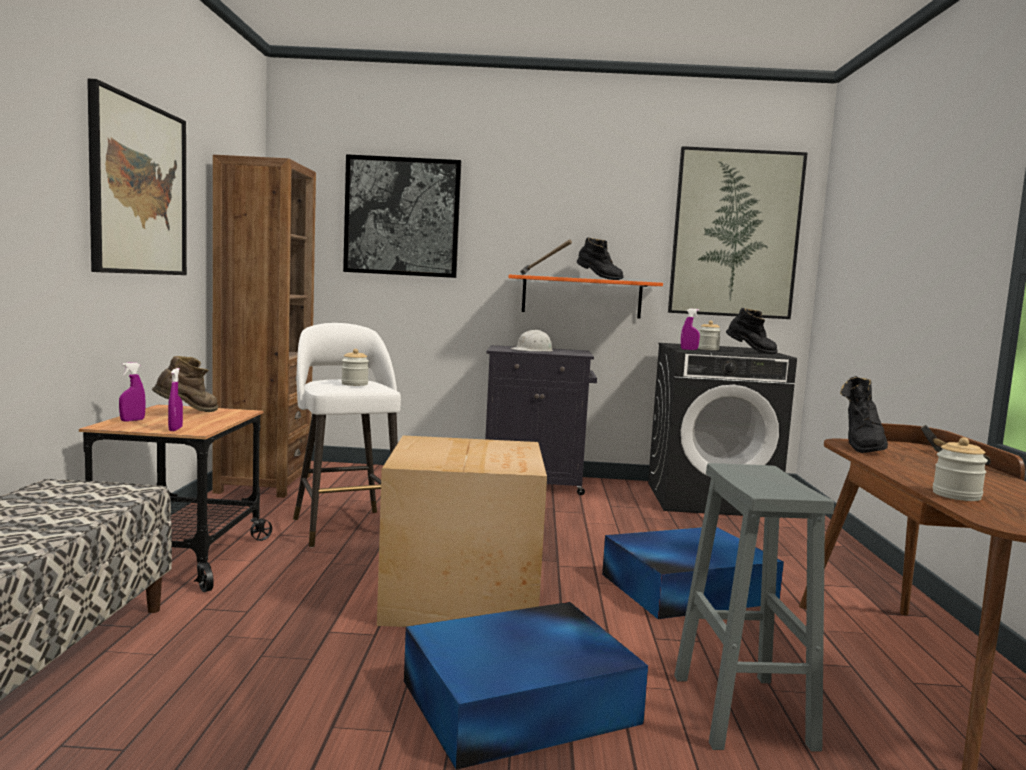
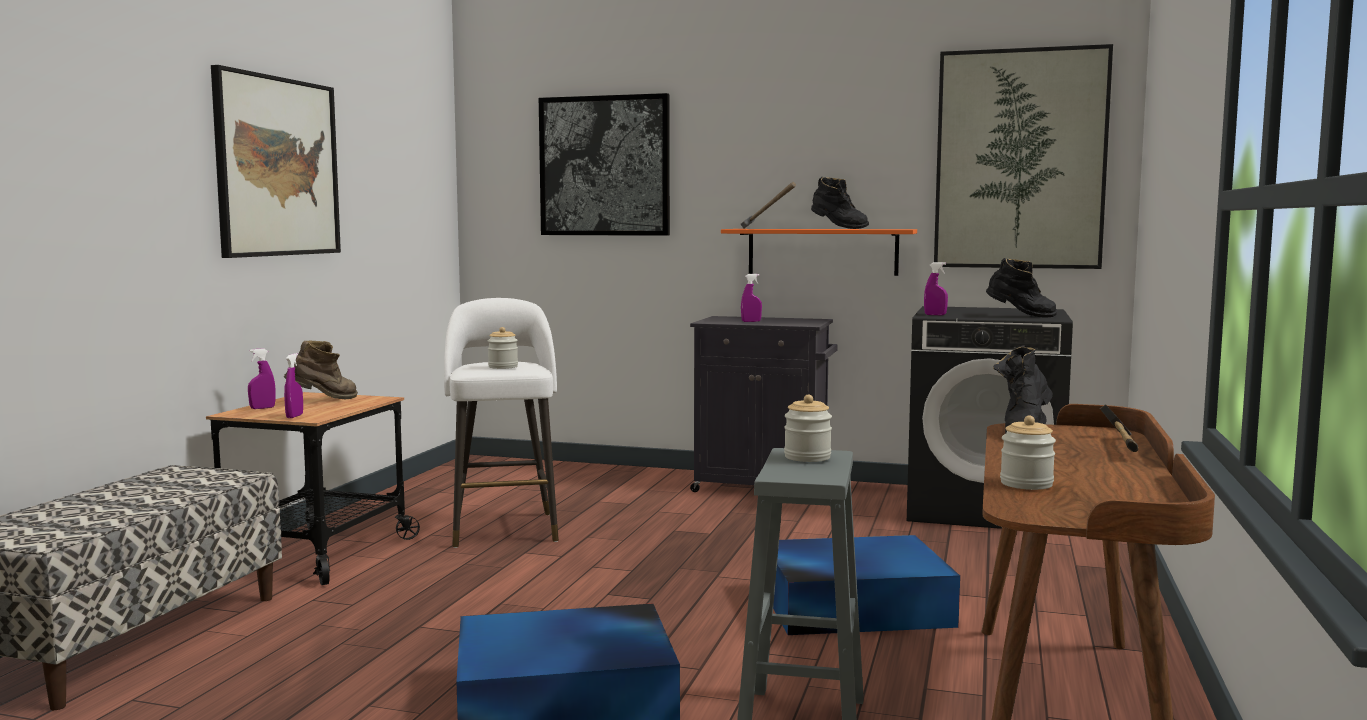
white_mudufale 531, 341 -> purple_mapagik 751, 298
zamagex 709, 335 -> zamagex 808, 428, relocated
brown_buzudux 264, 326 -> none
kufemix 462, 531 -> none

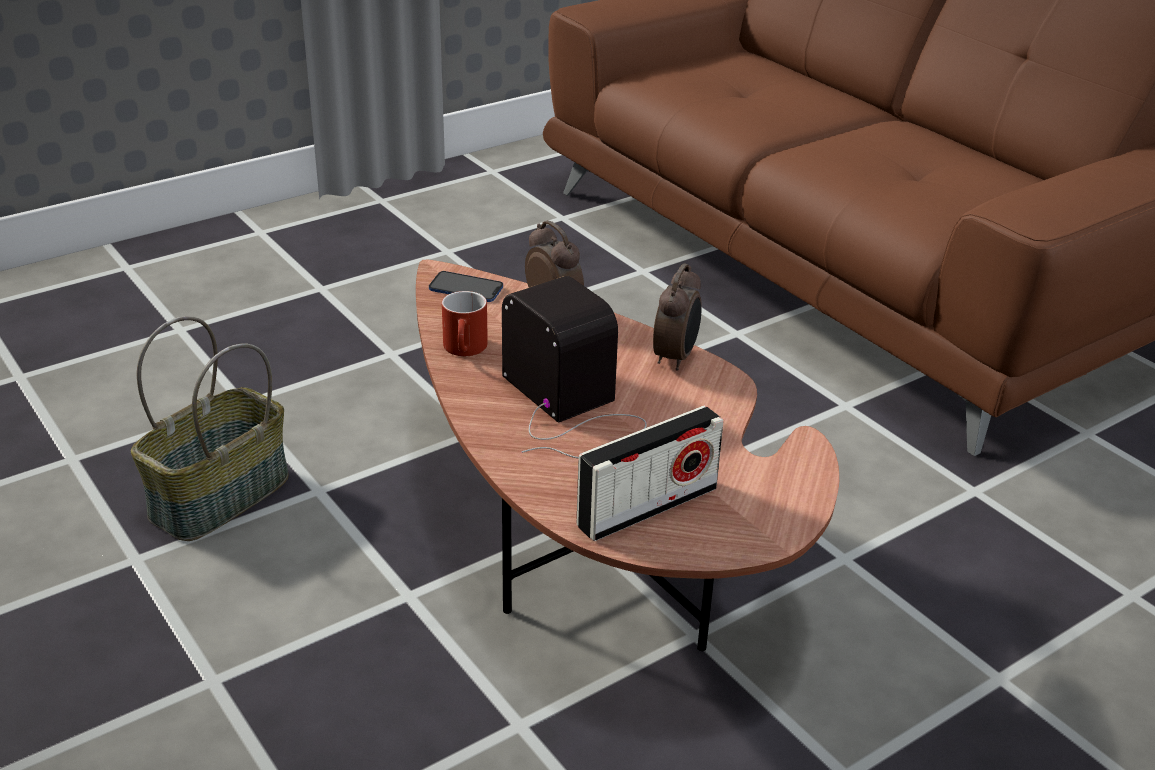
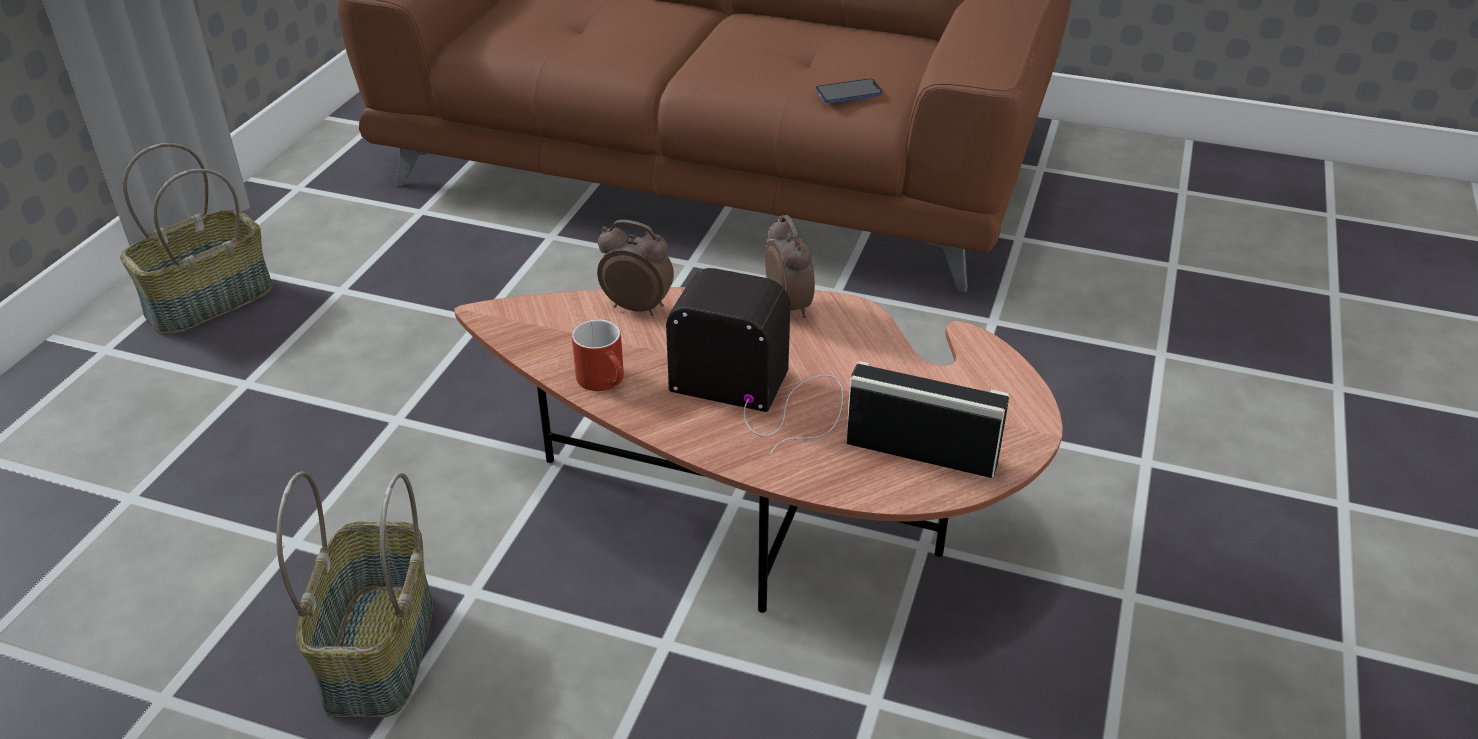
none -> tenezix 196, 239
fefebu 466, 286 -> fefebu 849, 90, relocated
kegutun 650, 473 -> kegutun 928, 419, 90 degrees counterclockwise

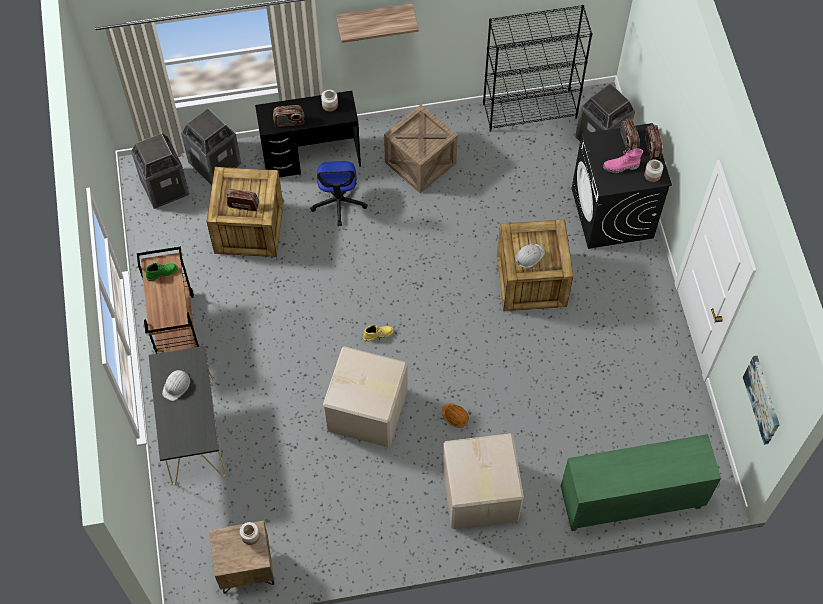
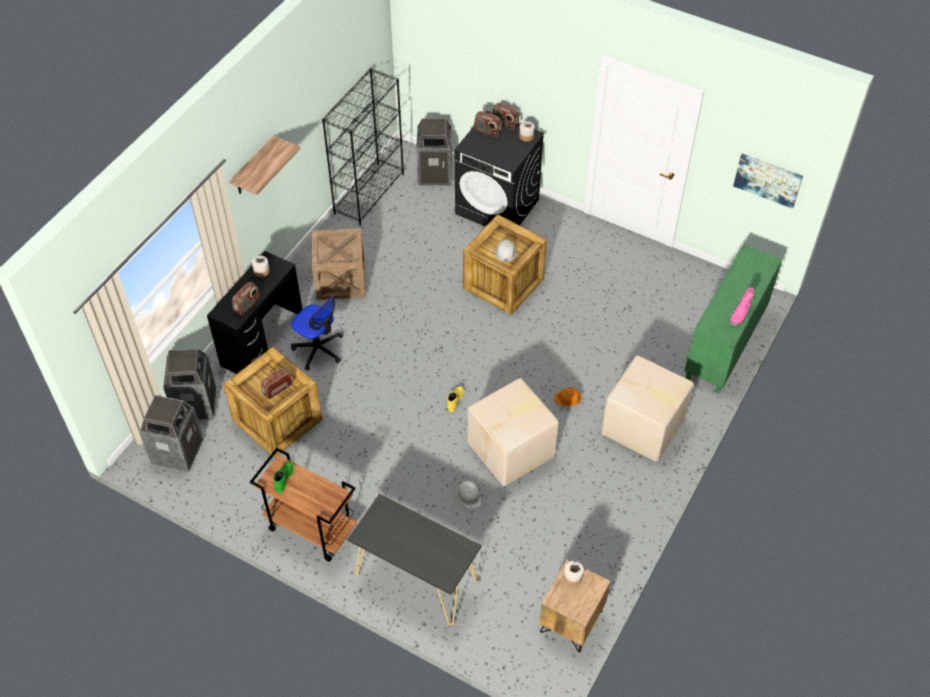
white_mudufale 176, 385 -> white_mudufale 469, 495, relocated
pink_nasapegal 623, 161 -> pink_nasapegal 741, 306, relocated

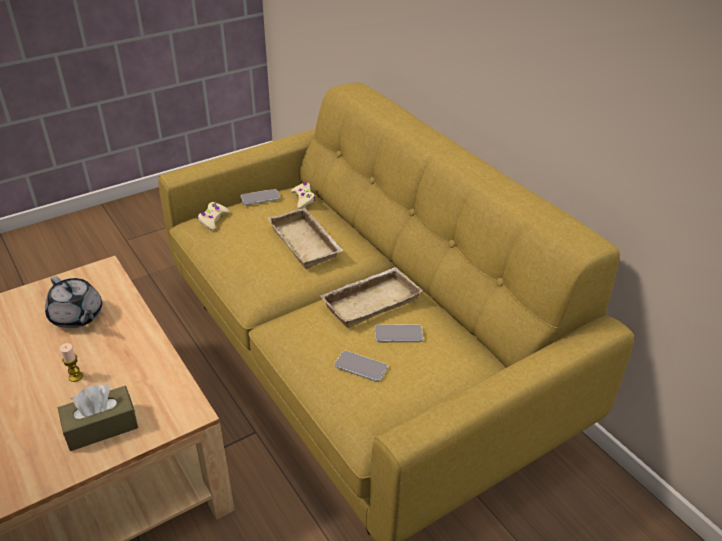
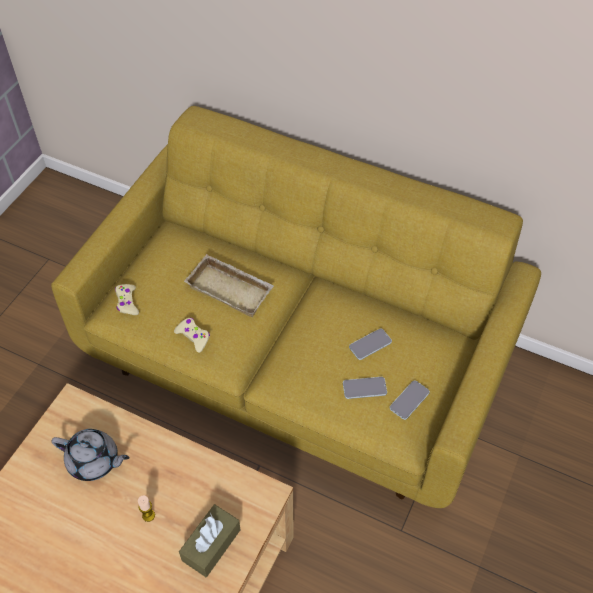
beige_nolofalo 303, 195 -> beige_nolofalo 192, 335, relocated
fefebu 260, 197 -> fefebu 410, 400, relocated
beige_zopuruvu 371, 297 -> none

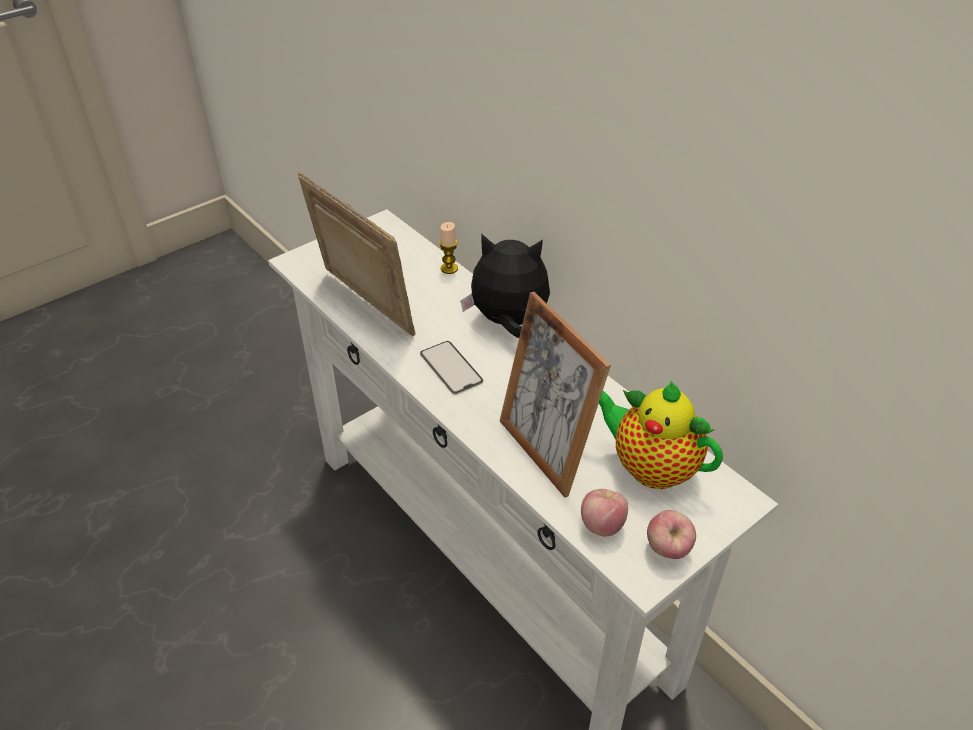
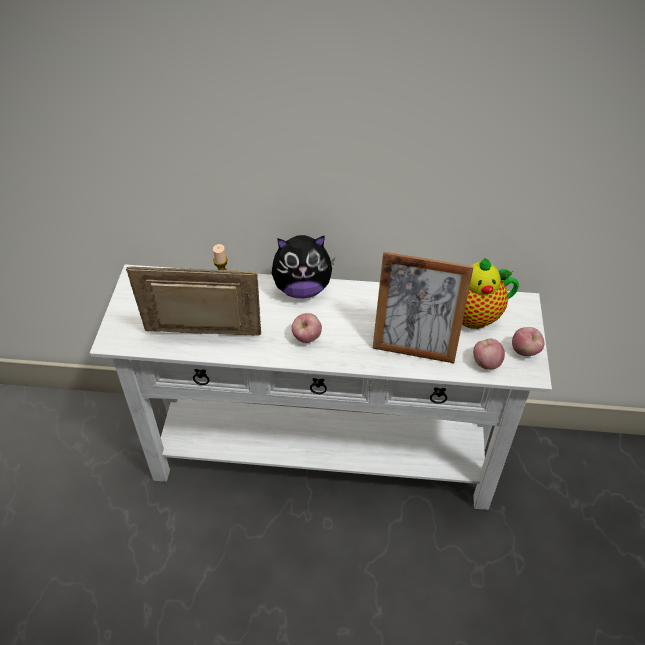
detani 505, 286 -> detani 303, 267, 150 degrees counterclockwise
fefebu 451, 368 -> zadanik 306, 328

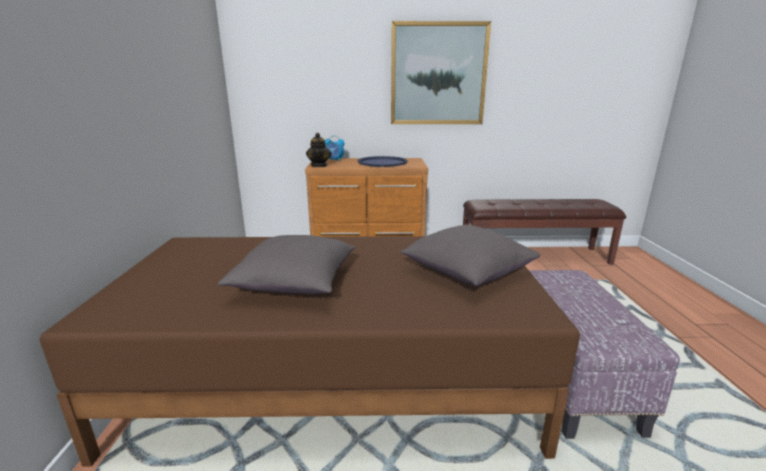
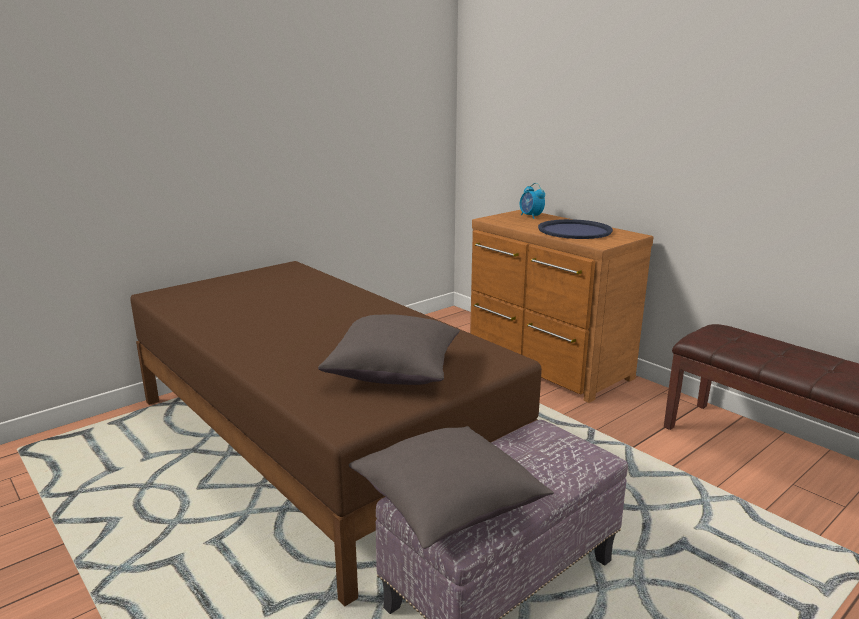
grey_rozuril 286, 265 -> grey_rozuril 451, 487, relocated
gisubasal 318, 150 -> none
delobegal 441, 72 -> none

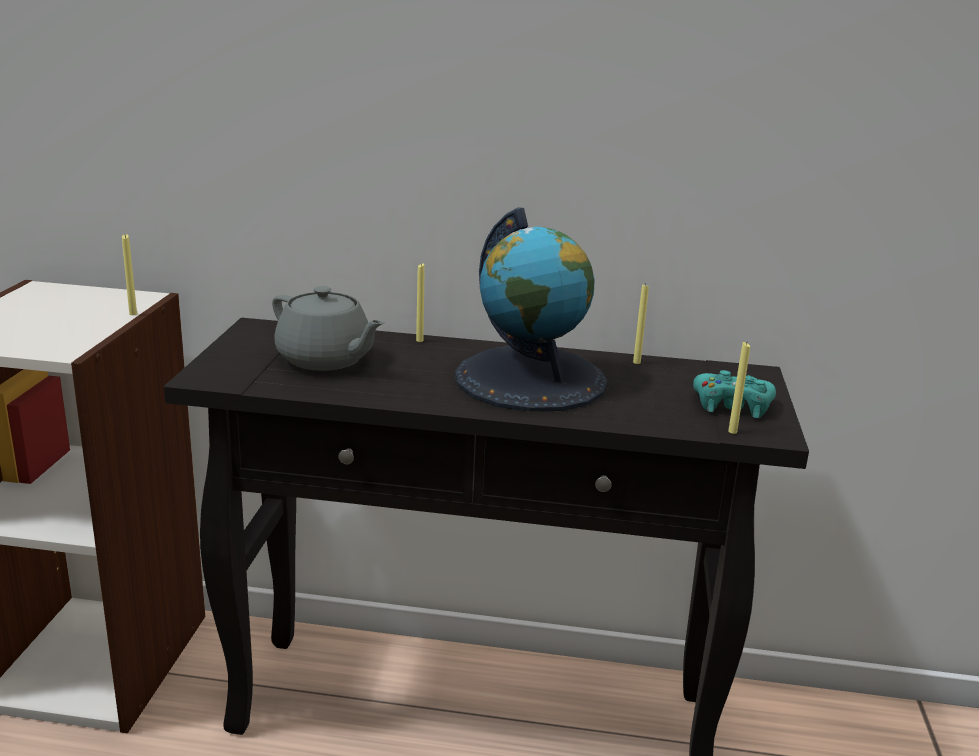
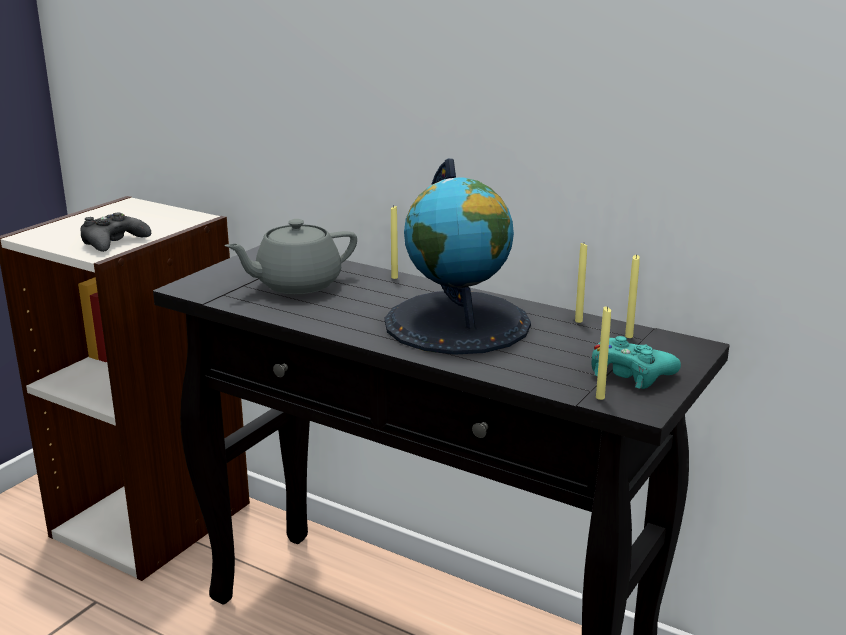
none -> black_nolofalo 115, 232
grey_gisubasal 328, 328 -> grey_gisubasal 290, 256, 90 degrees clockwise
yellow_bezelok 129, 274 -> yellow_bezelok 632, 296, relocated

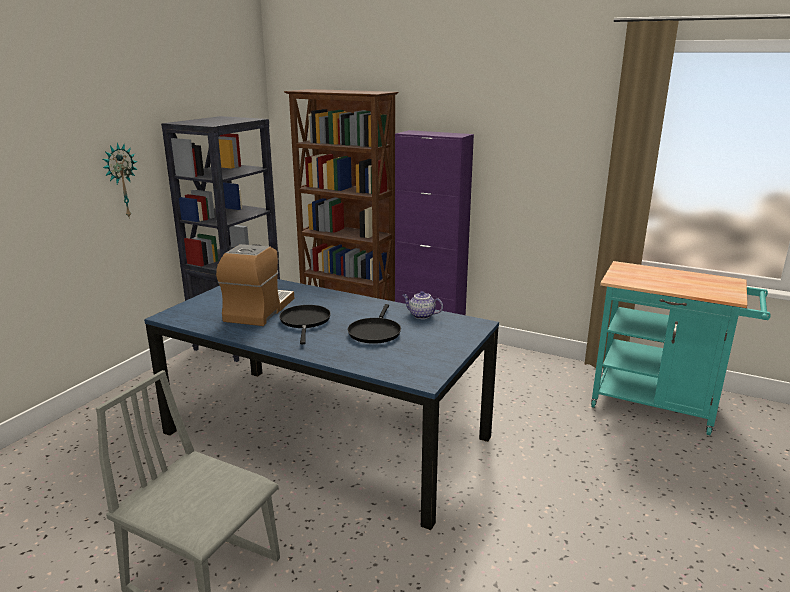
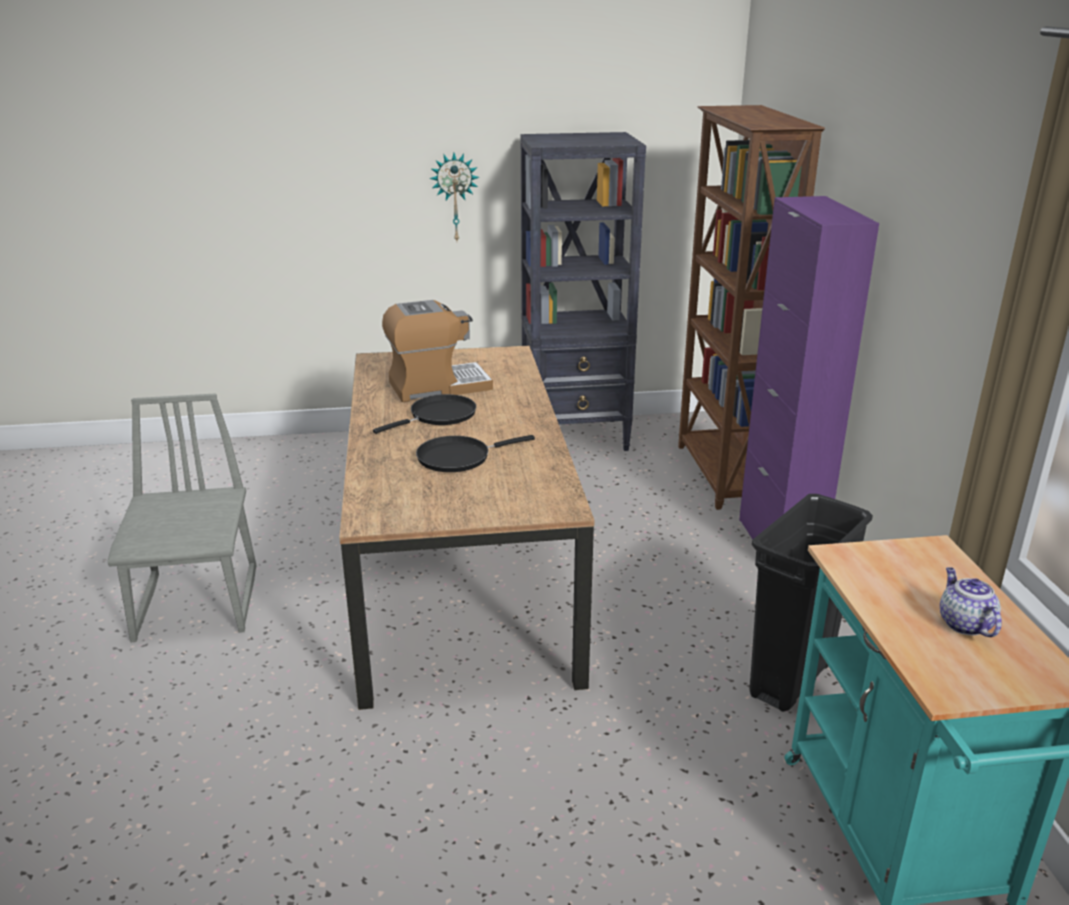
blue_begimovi 321, 404 -> brown_begimovi 467, 528
none -> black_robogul 811, 603
gisubasal 422, 305 -> gisubasal 971, 602, relocated

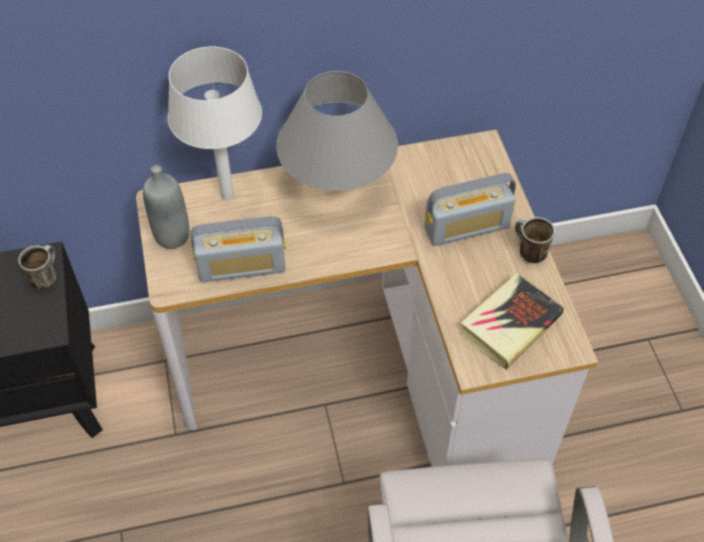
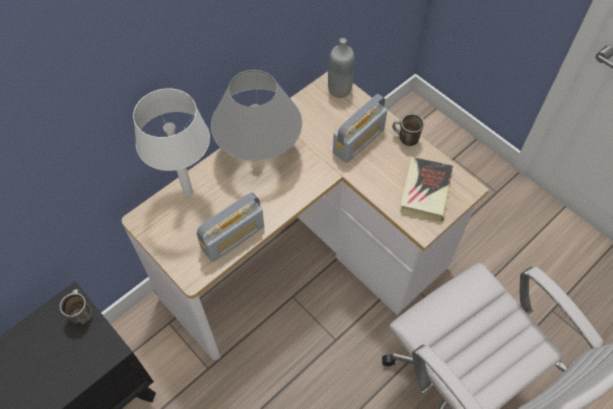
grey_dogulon 166, 207 -> grey_dogulon 341, 68, relocated

